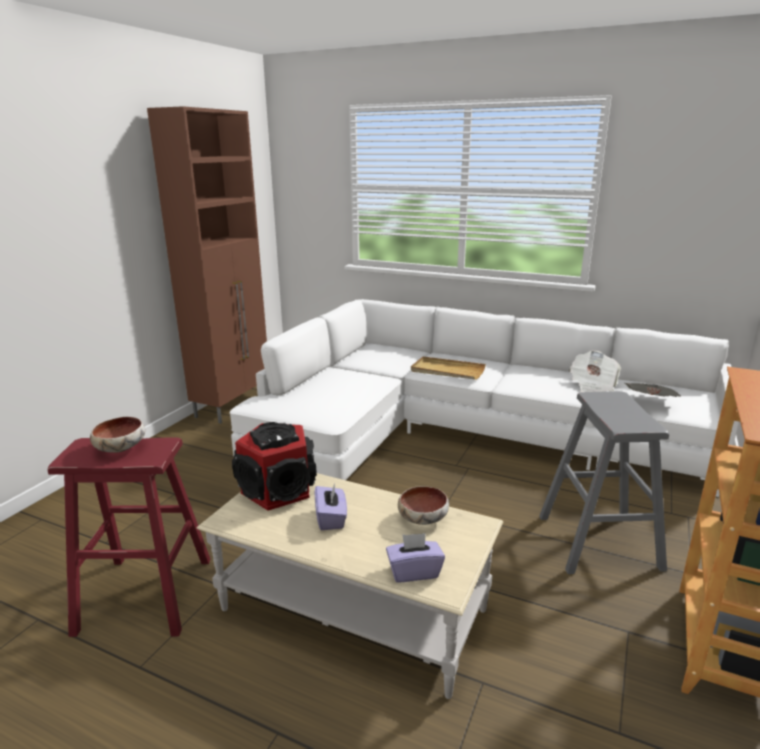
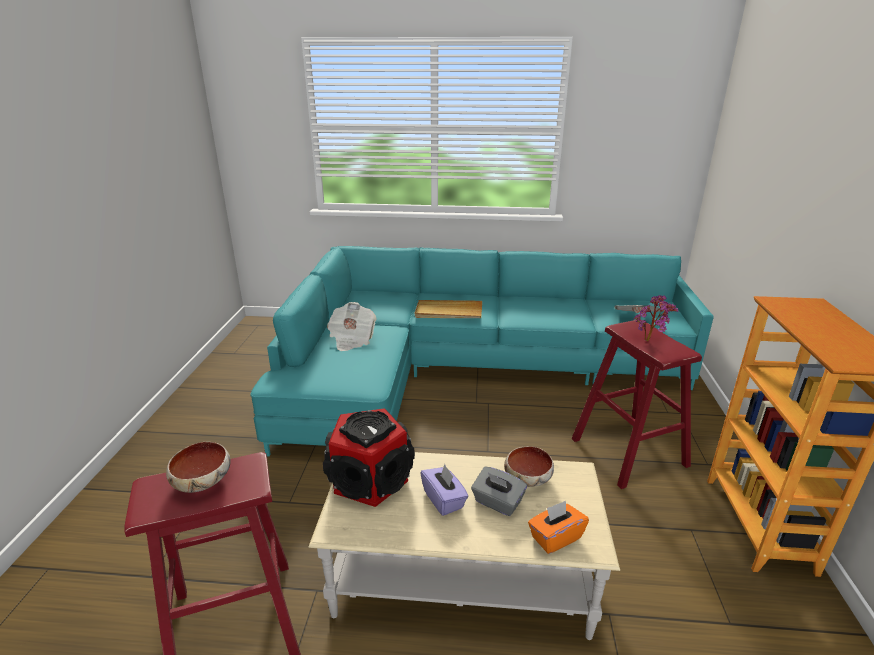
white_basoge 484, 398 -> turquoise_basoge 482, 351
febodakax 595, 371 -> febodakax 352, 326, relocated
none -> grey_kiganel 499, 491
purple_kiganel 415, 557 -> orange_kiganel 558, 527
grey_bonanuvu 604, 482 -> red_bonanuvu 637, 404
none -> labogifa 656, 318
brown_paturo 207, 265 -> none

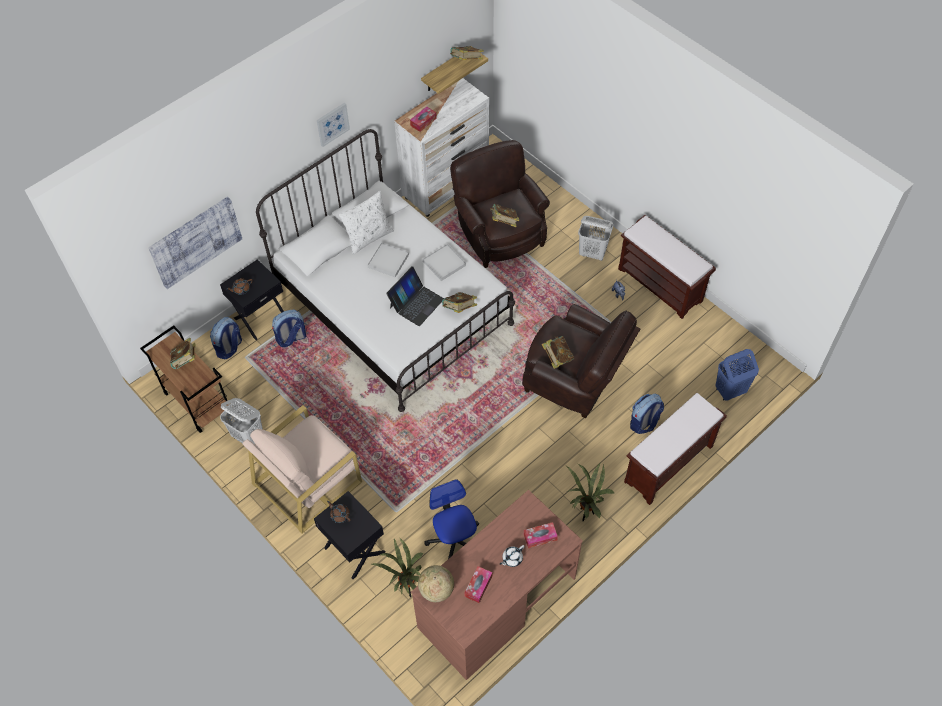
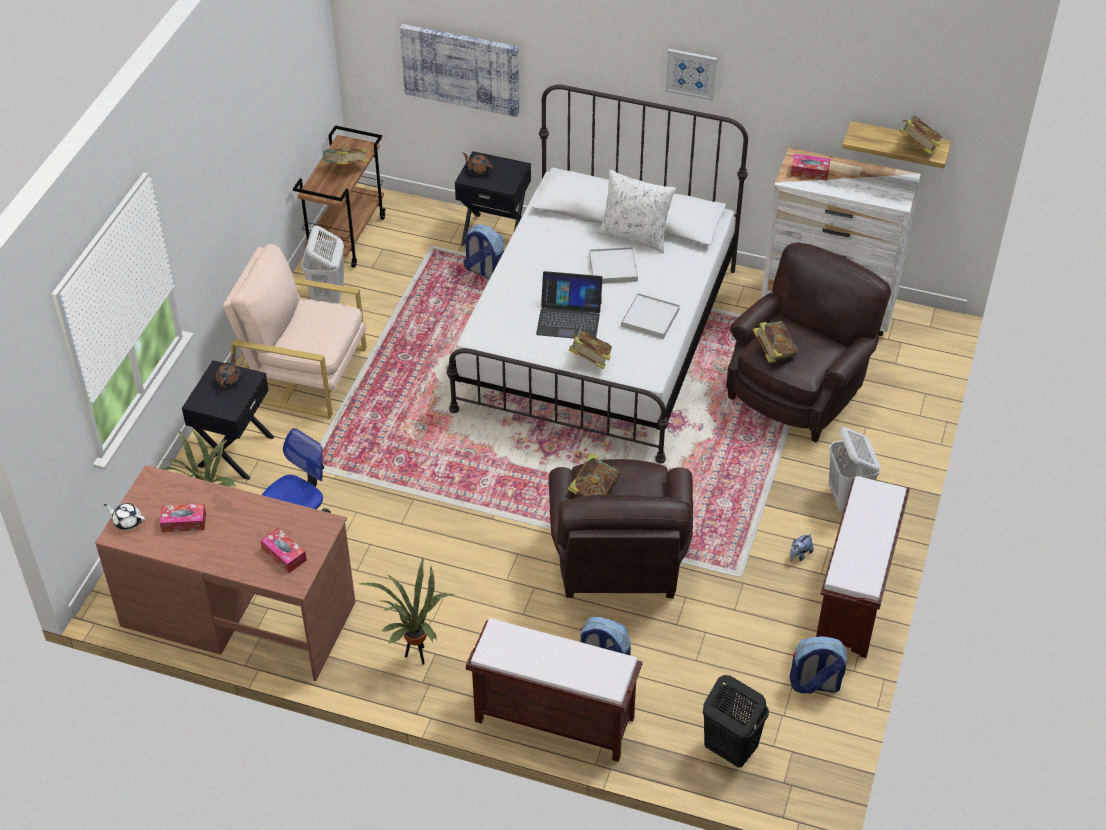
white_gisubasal 512, 556 -> white_gisubasal 124, 516, relocated
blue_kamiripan 737, 375 -> black_kamiripan 736, 721
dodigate 226, 338 -> dodigate 818, 665, relocated
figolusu 436, 583 -> none

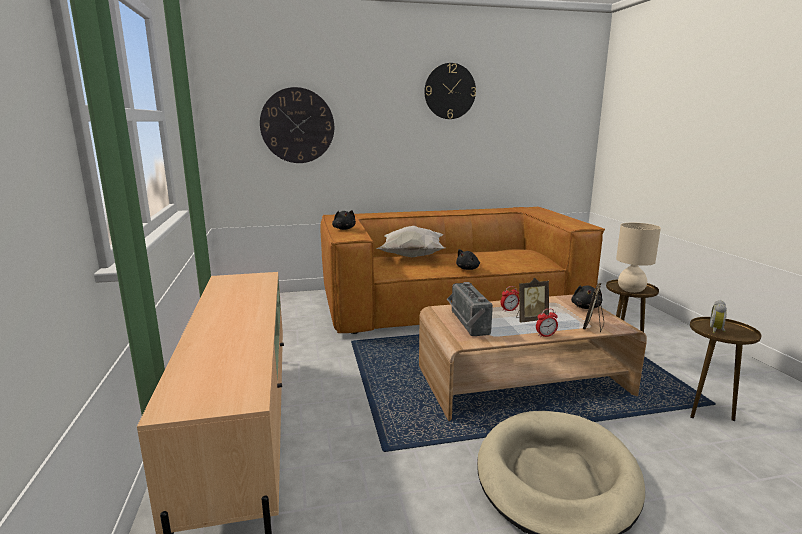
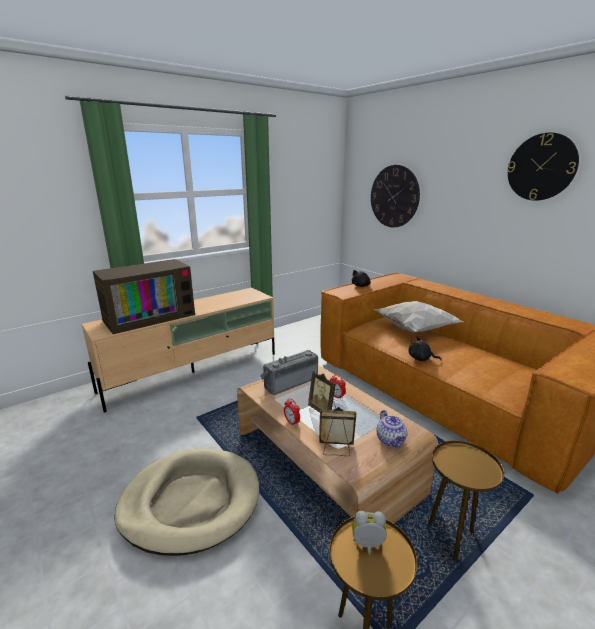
none -> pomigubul 144, 296
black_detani 586, 297 -> gisubasal 391, 429
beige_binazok 638, 258 -> none

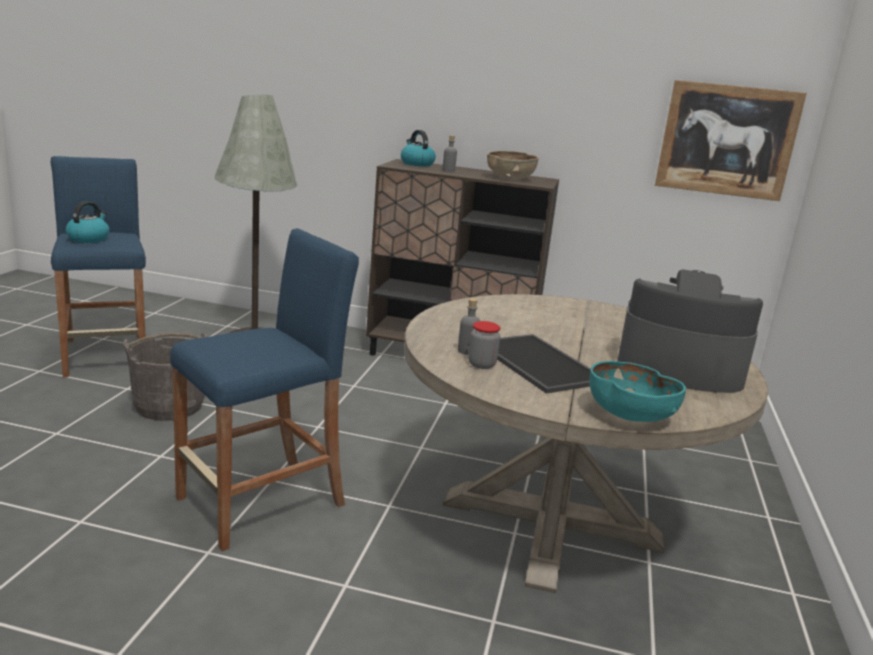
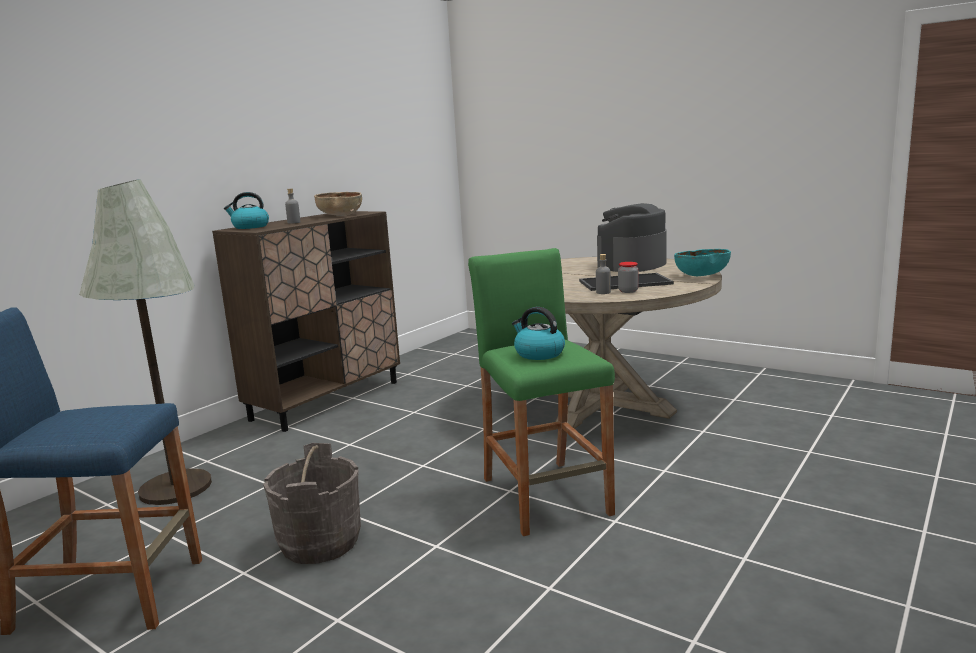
blue_bonanuvu 264, 389 -> green_bonanuvu 541, 392
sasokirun 87, 222 -> sasokirun 538, 333, relocated
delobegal 731, 140 -> none

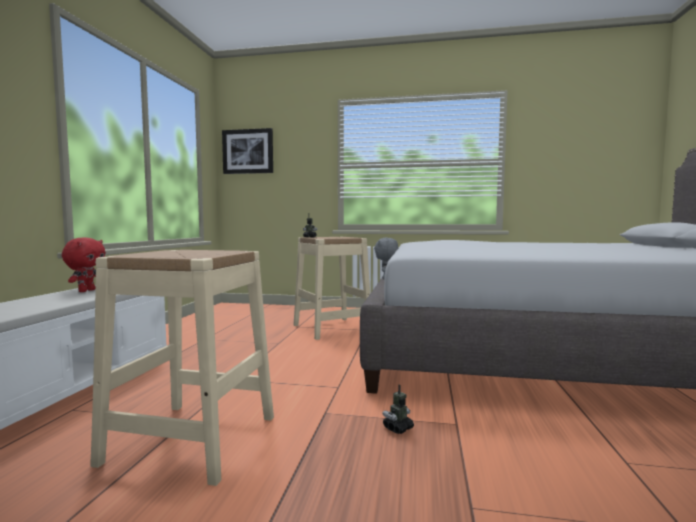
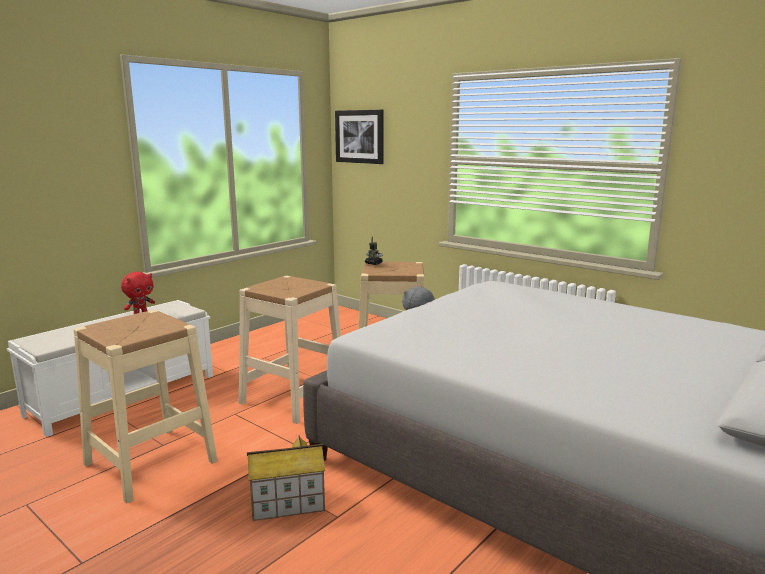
none -> beige_bonanuvu 290, 350
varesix 398, 409 -> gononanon 286, 478

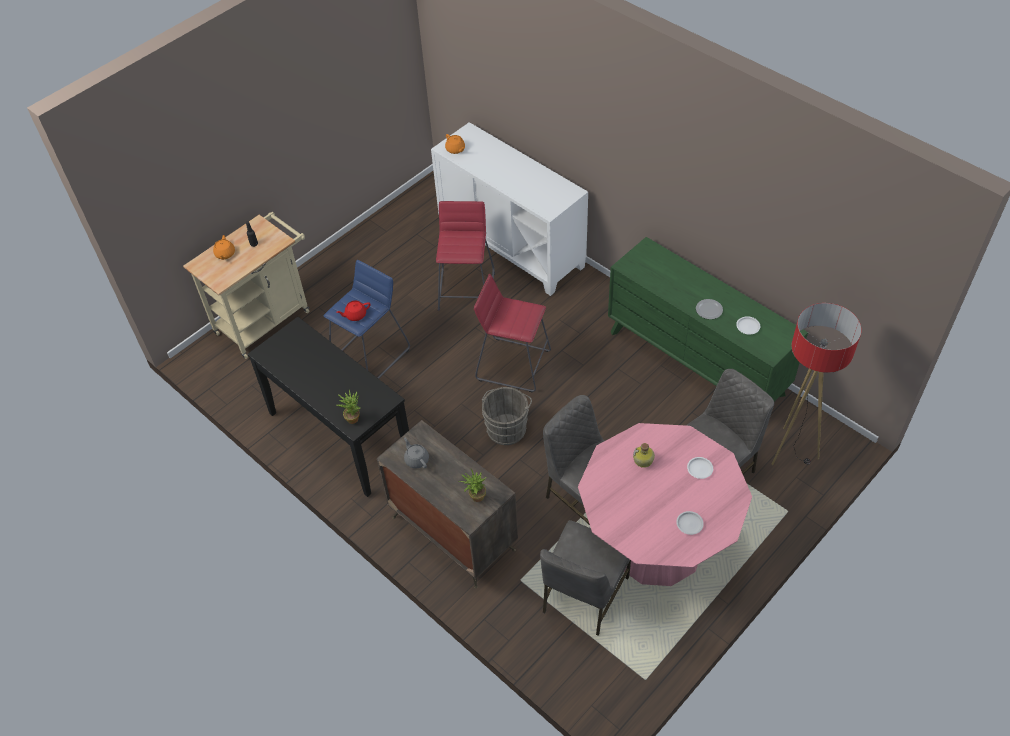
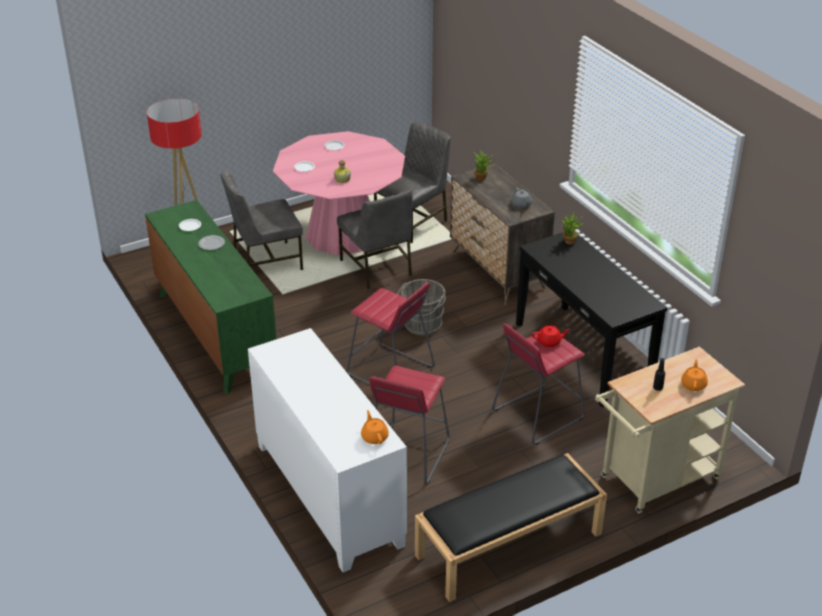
none -> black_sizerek 511, 527
blue_bonanuvu 367, 319 -> red_bonanuvu 538, 384

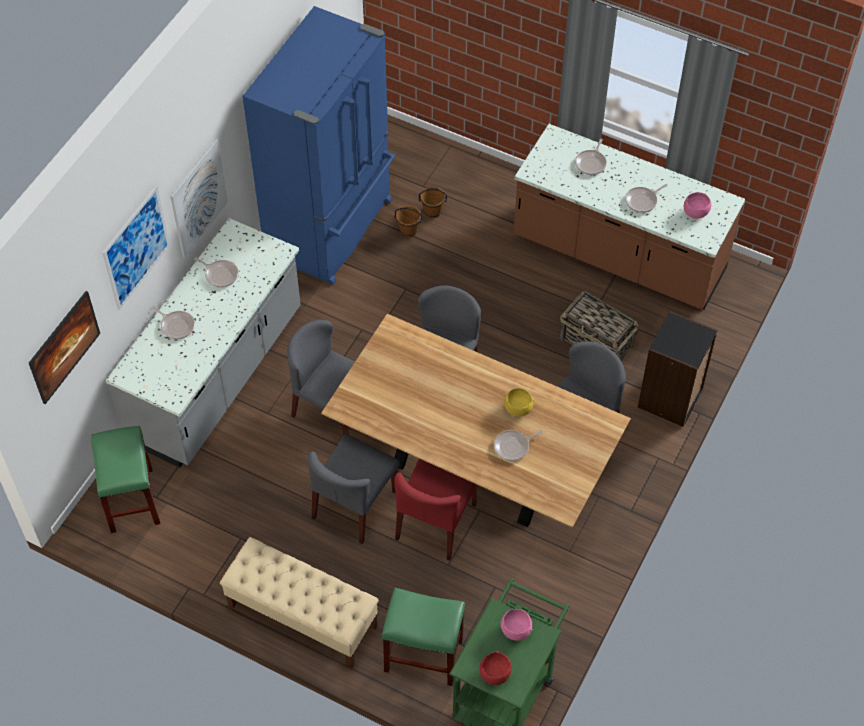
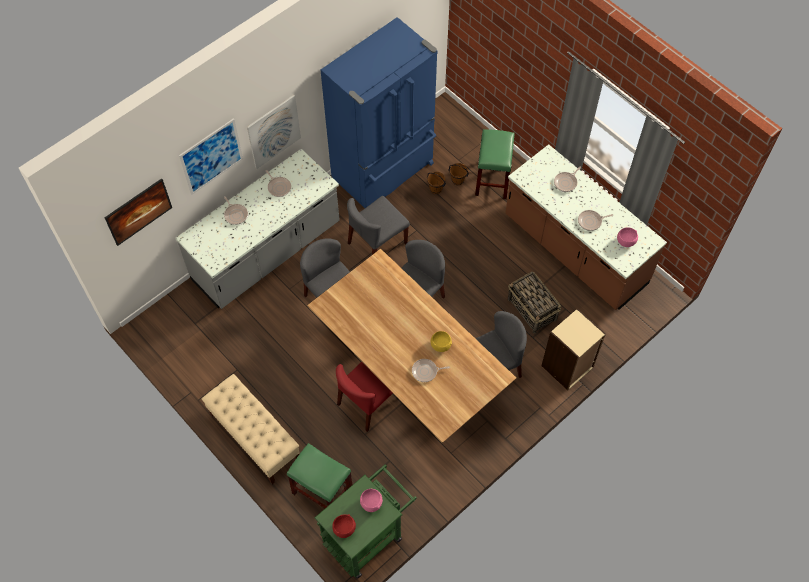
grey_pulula 354, 489 -> grey_pulula 378, 225, relocated
green_bonanuvu 125, 479 -> green_bonanuvu 494, 164, relocated
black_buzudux 678, 369 -> beige_buzudux 573, 349

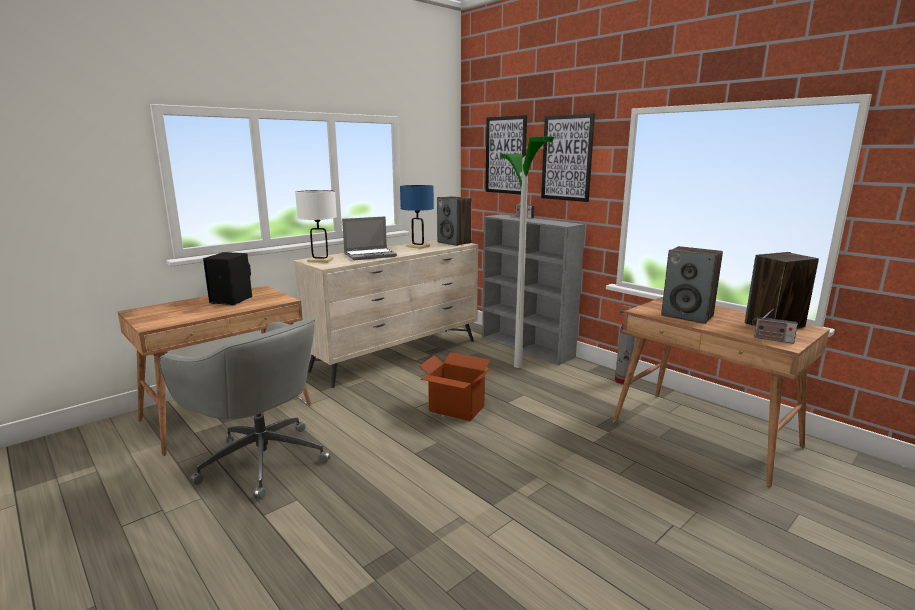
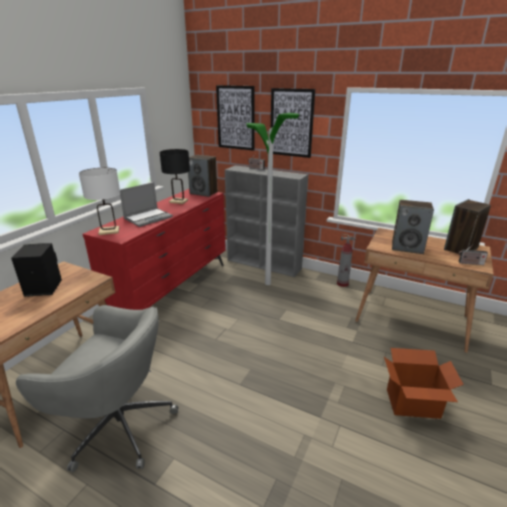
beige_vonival 385, 314 -> red_vonival 154, 249
blue_binazok 417, 217 -> black_binazok 175, 176
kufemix 457, 386 -> kufemix 424, 383, relocated

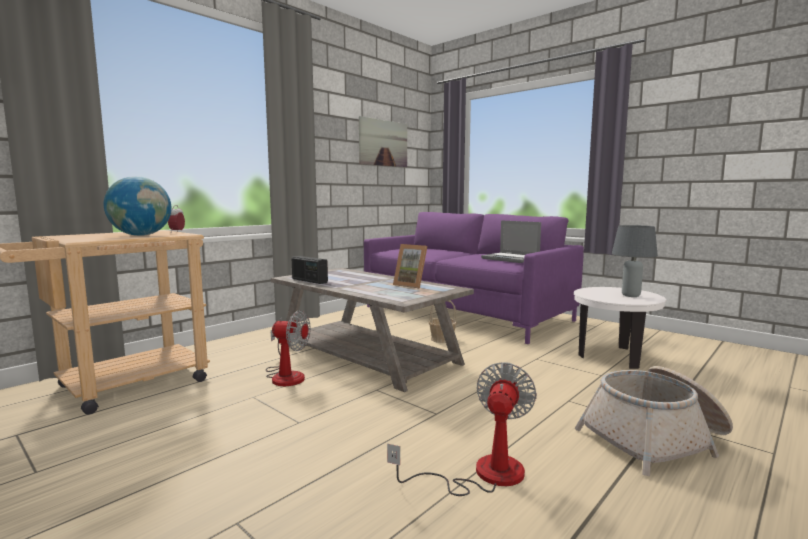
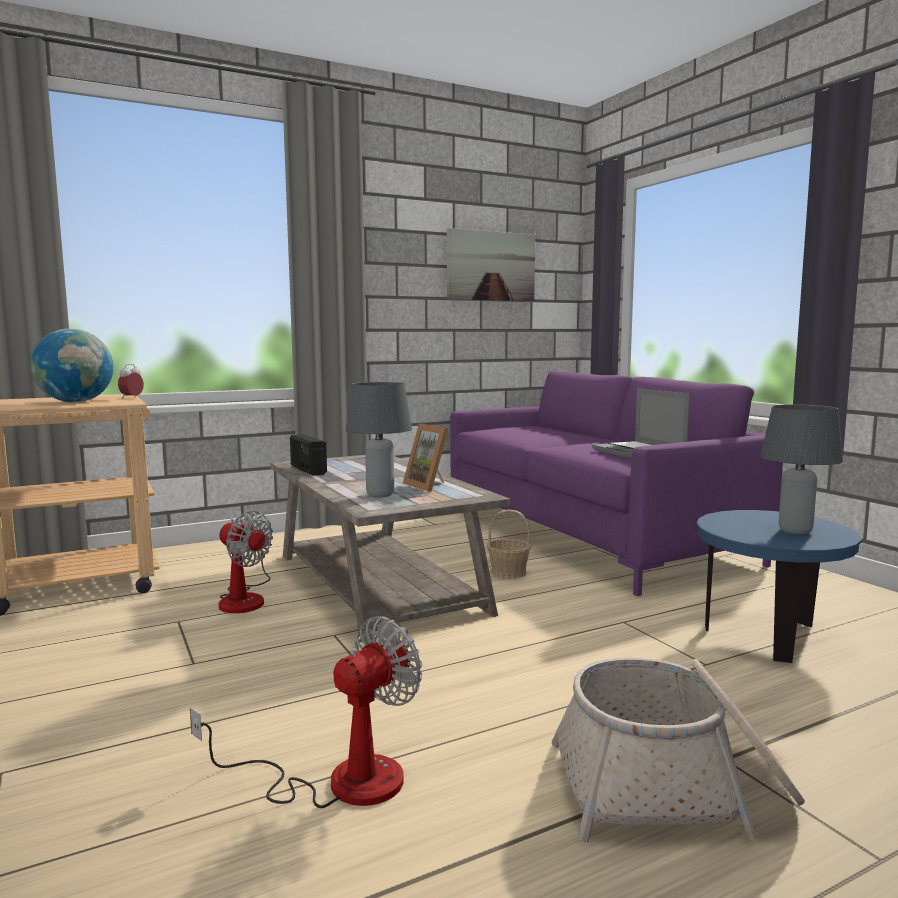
none -> grey_binazok 379, 440
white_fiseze 620, 328 -> blue_fiseze 779, 586

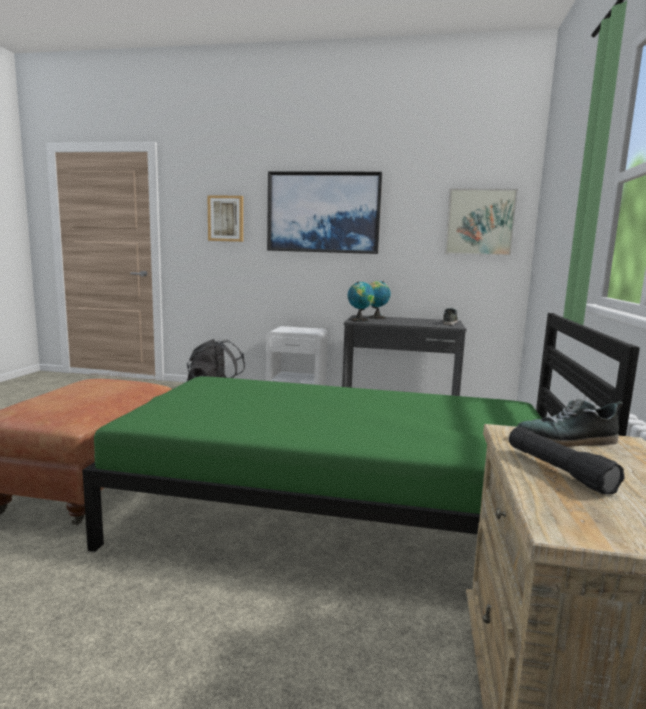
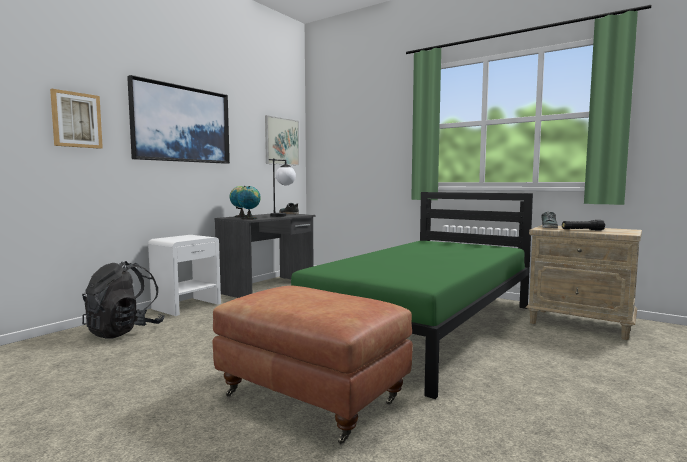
none -> binazok 282, 188

